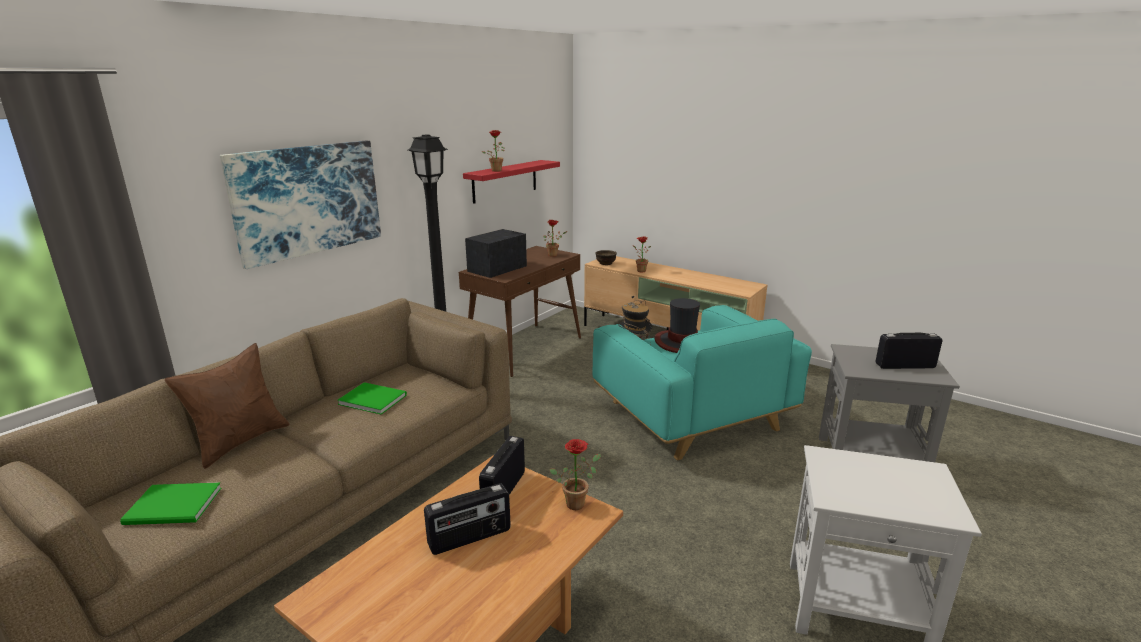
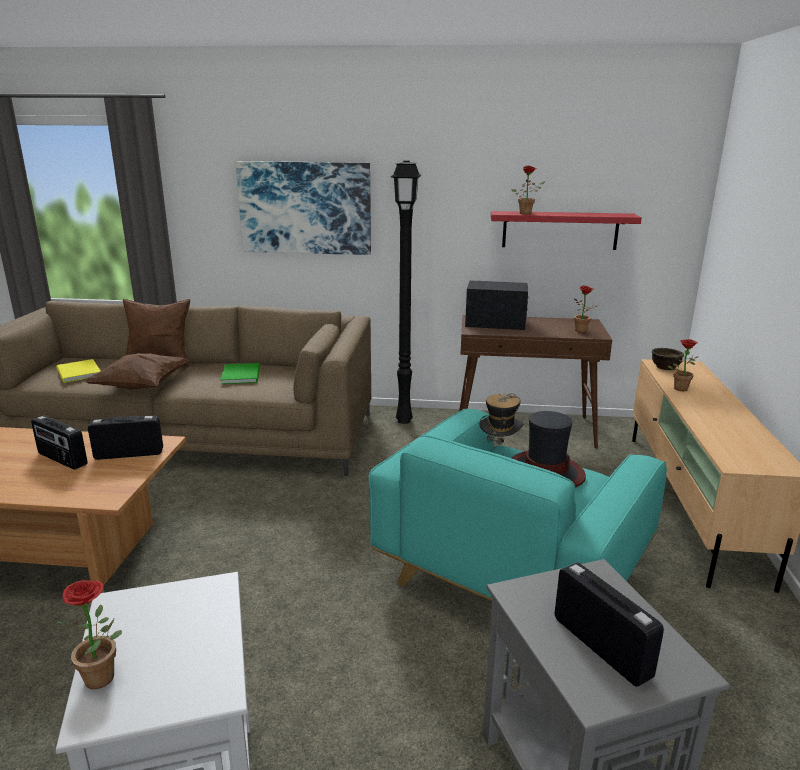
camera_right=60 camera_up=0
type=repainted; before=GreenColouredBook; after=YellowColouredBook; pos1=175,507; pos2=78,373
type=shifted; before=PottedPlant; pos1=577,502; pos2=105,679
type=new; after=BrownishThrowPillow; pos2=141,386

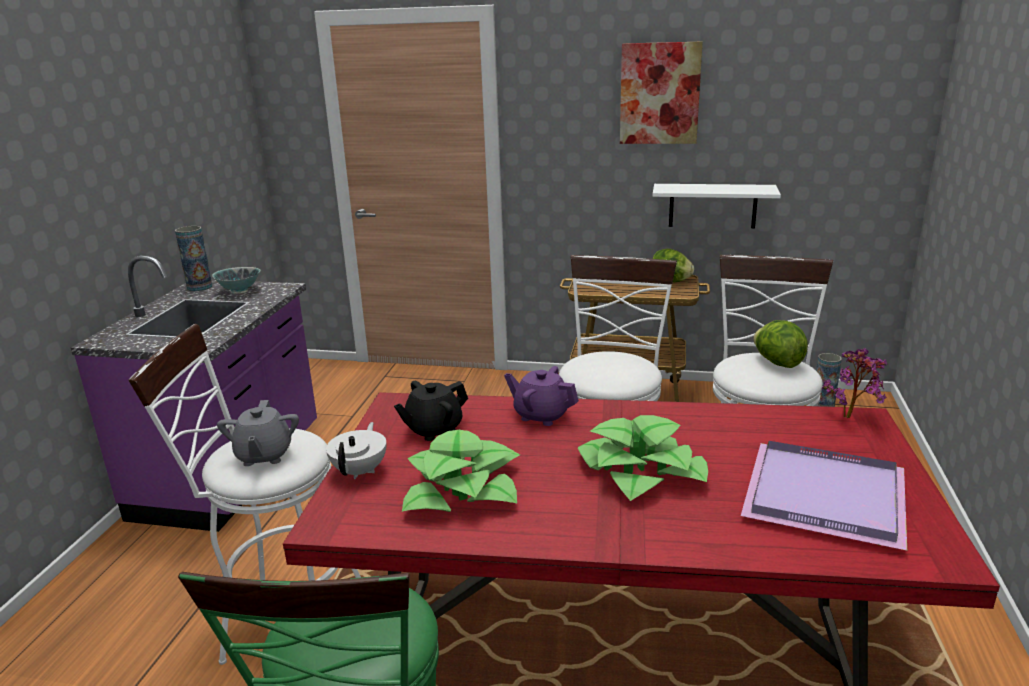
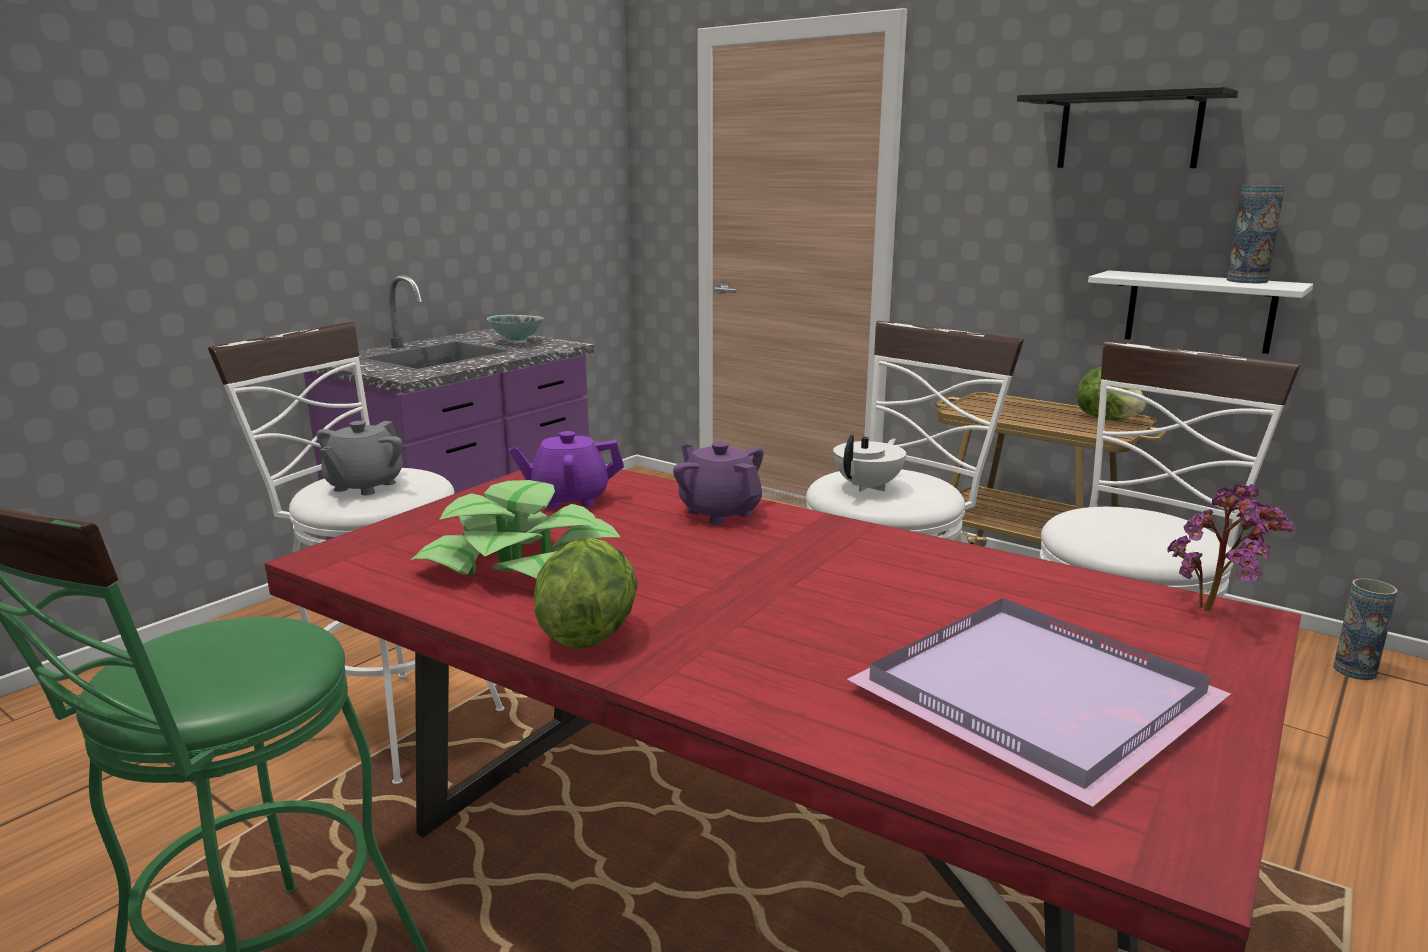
camera_right=25 camera_up=-5
type=repainted; before=BlackColouredPotForTea; after=PurplePotForTea; pos1=433,429; pos2=569,499
type=shifted; before=LettuceHead; pos1=777,363; pos2=588,633
type=shifted; before=WhitishPotForTea; pos1=360,471; pos2=868,487
type=swapped; before=WallArt; after=BlackColouredBracketShelf; pos1=659,93; pos2=1129,131
type=shifted; before=Vase; pos1=200,287; pos2=1246,281
type=gone; before=PottedPlant; pos1=641,472

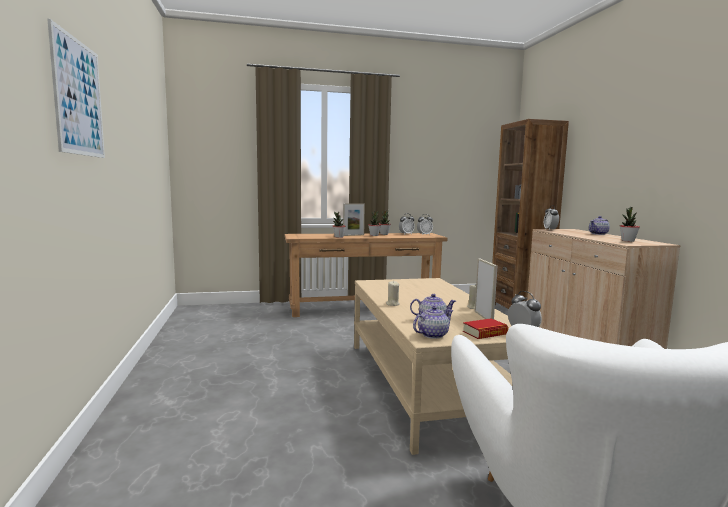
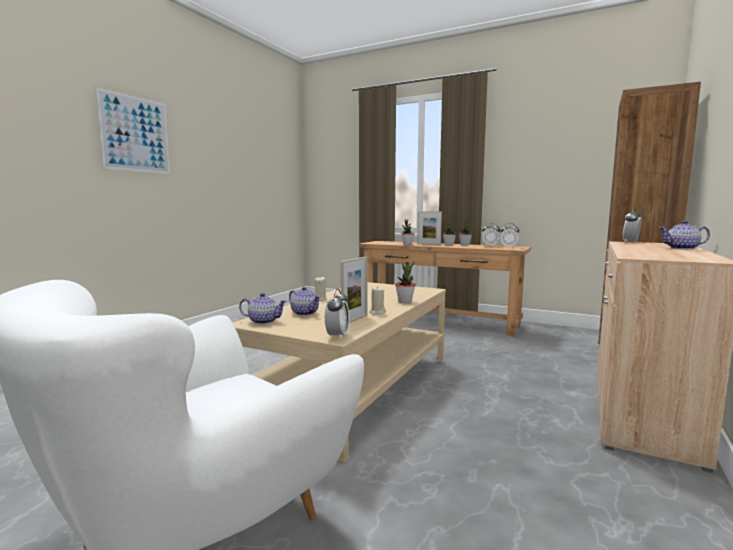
camera_right=40 camera_up=0
type=shifted; before=PottedPlant; pos1=627,241; pos2=405,301
type=gone; before=Book; pos1=485,333

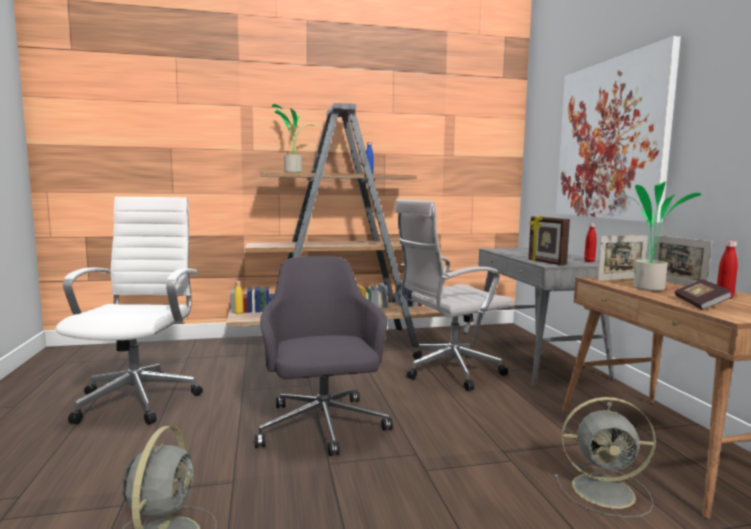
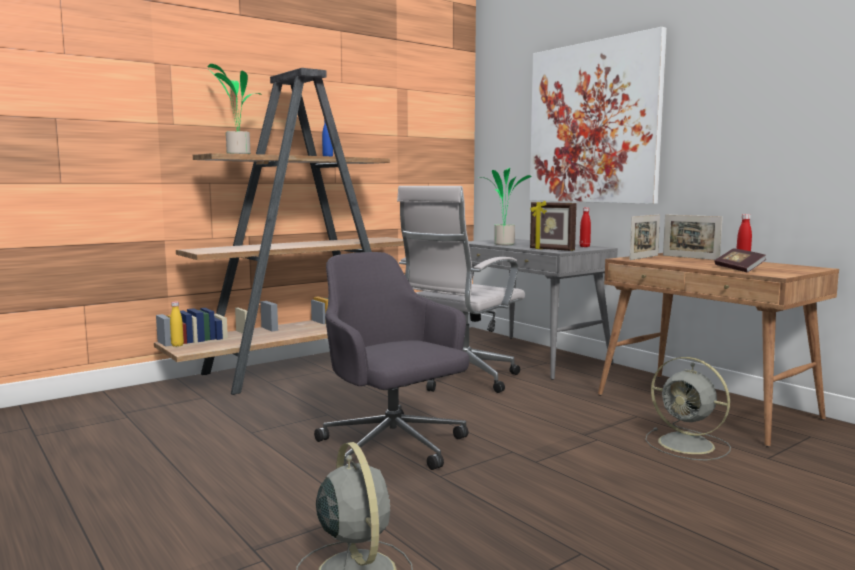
camera_right=-25 camera_up=0
type=shifted; before=PottedPlant; pos1=646,288; pos2=503,244
type=rotated; before=GrayElectricFan; pos1=606,491; pos2=688,445; turn=60
type=gone; before=WhitishComputerChair; pos1=139,399

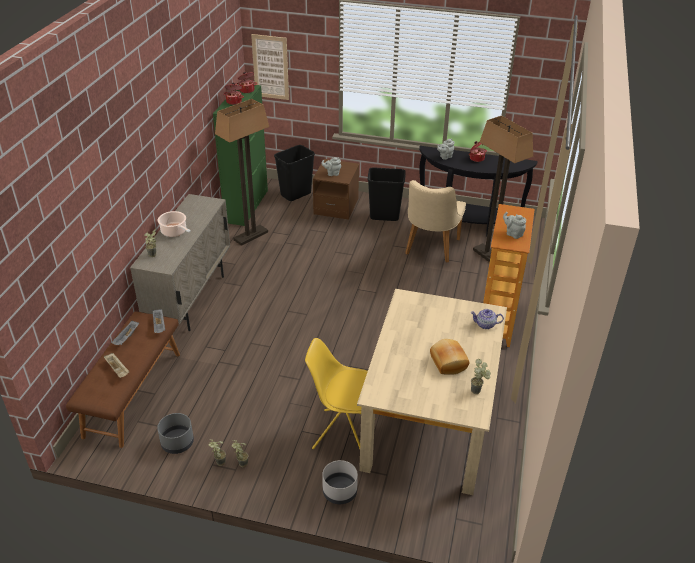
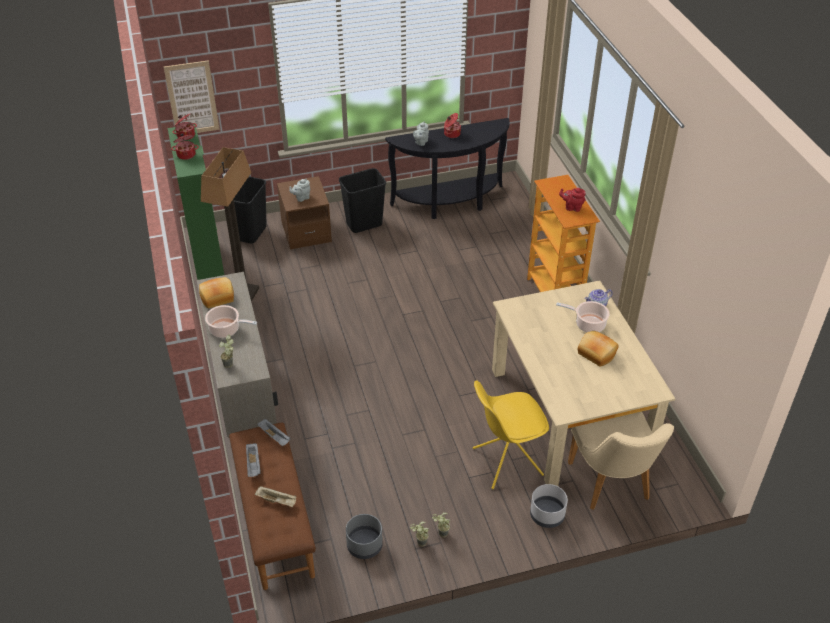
camera_right=-30 camera_up=5
type=new; after=BakeryBread; pos2=217,297
type=new; after=CookingPot; pos2=588,324
type=repainted; before=GrayPotForTea; after=ReddishPotForTea; pos1=513,234; pos2=572,207
type=shifted; before=BeigePlainChair; pos1=430,249; pos2=612,486
type=gone; before=PottedPlant; pos1=478,391
type=gone; before=StandingLamp; pos1=489,256

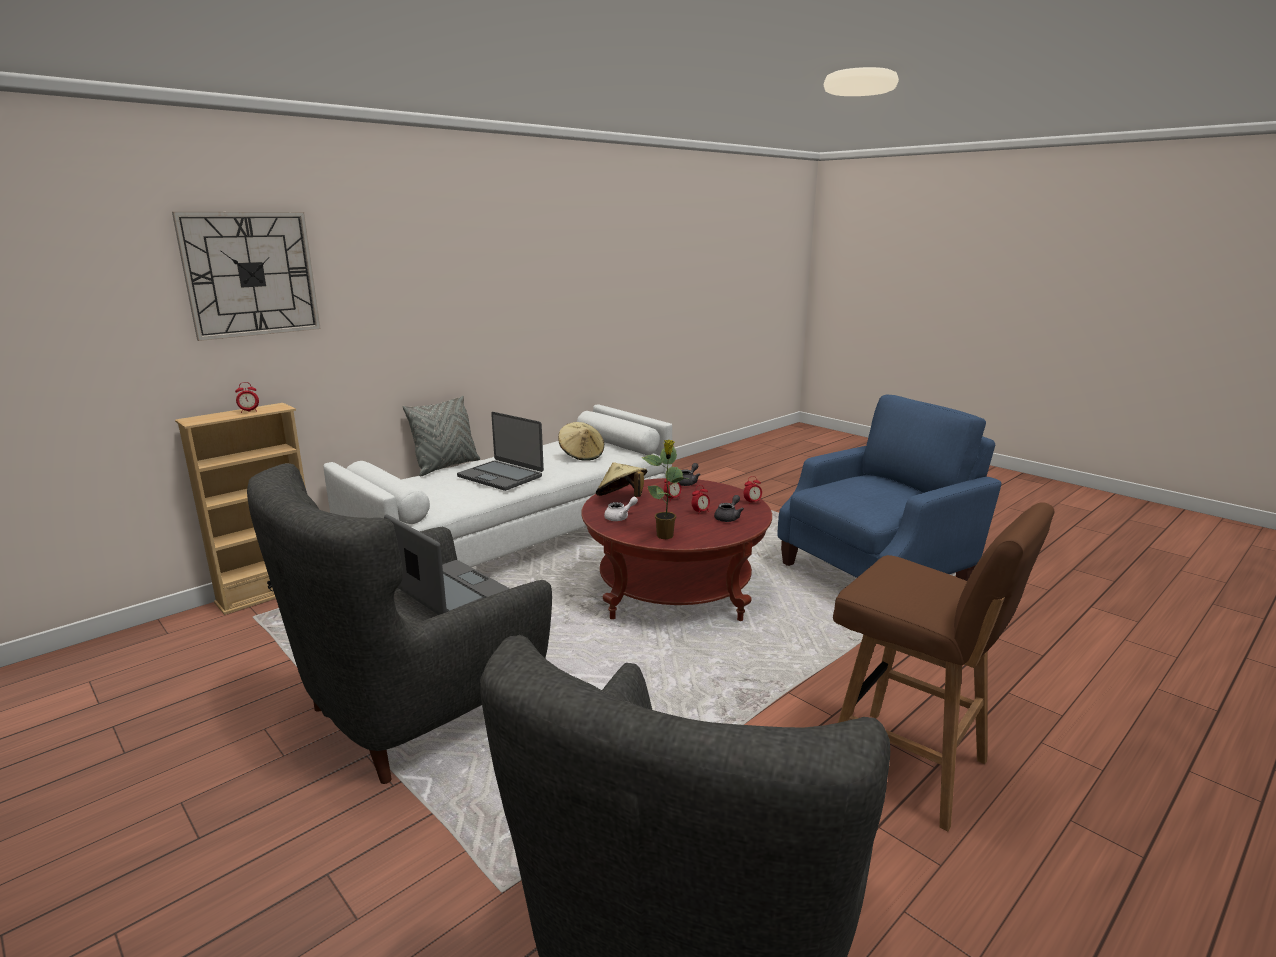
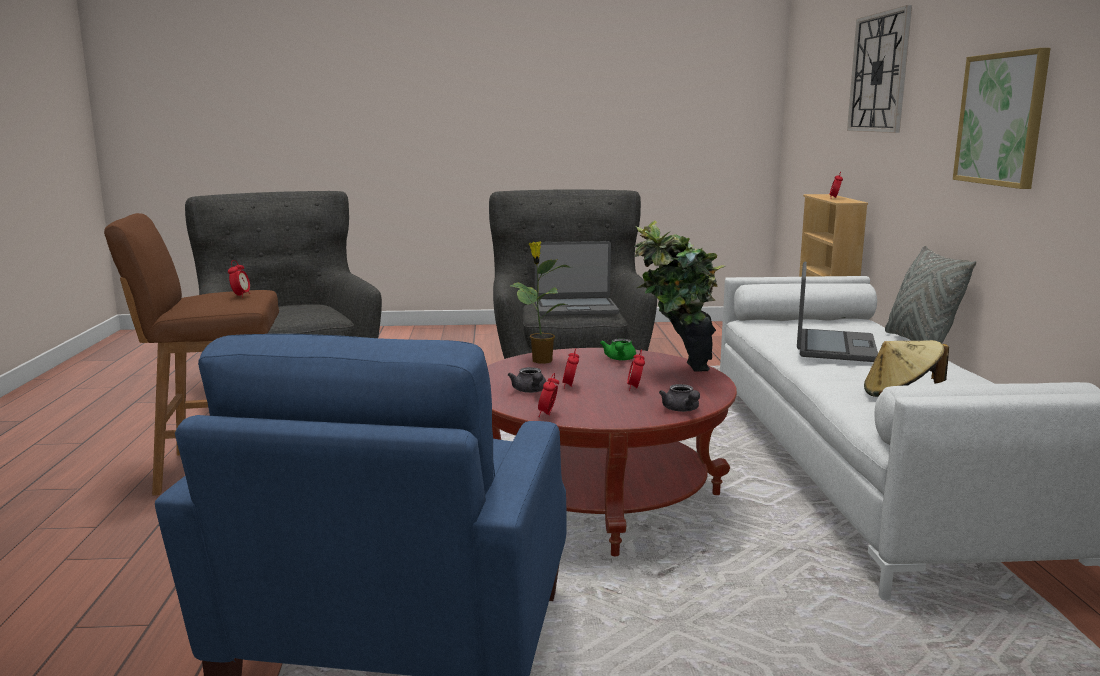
camera_right=130 camera_up=-5
type=new; after=AlarmClock; pos2=240,296
type=repainted; before=WhitishPotForTea; after=GreenColouredPotForTea; pos1=620,517; pos2=619,359
type=swapped; before=BeigeWearableHat; after=PottedPlant; pos1=621,498; pos2=675,371
type=rotated; before=Laptop; pos1=501,476; pos2=834,347; turn=120
type=new; after=WallArt; pos2=1001,119

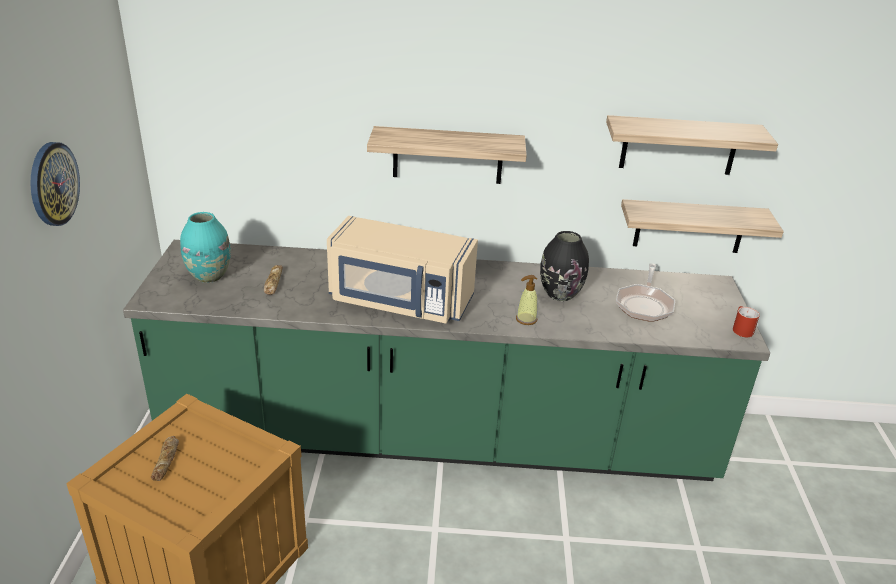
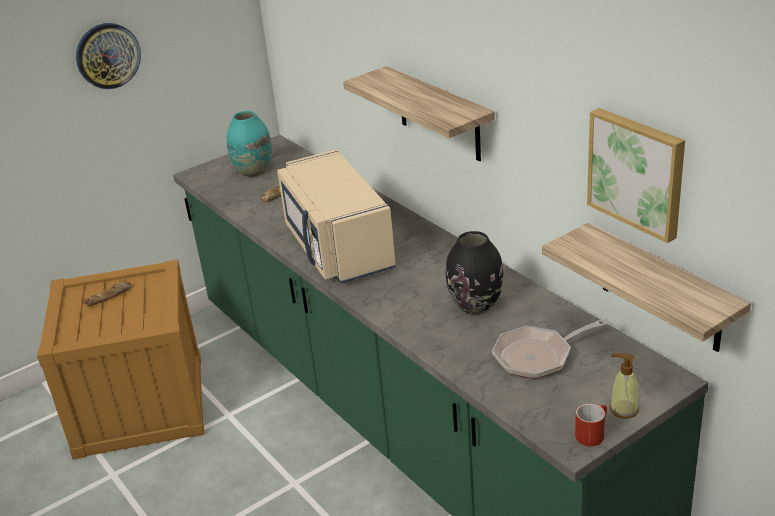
camera_right=55 camera_up=0
type=swapped; before=BracketShelf; after=WallArt; pos1=679,145; pos2=637,172
type=shifted; before=SoapBottle; pos1=526,319; pos2=623,409

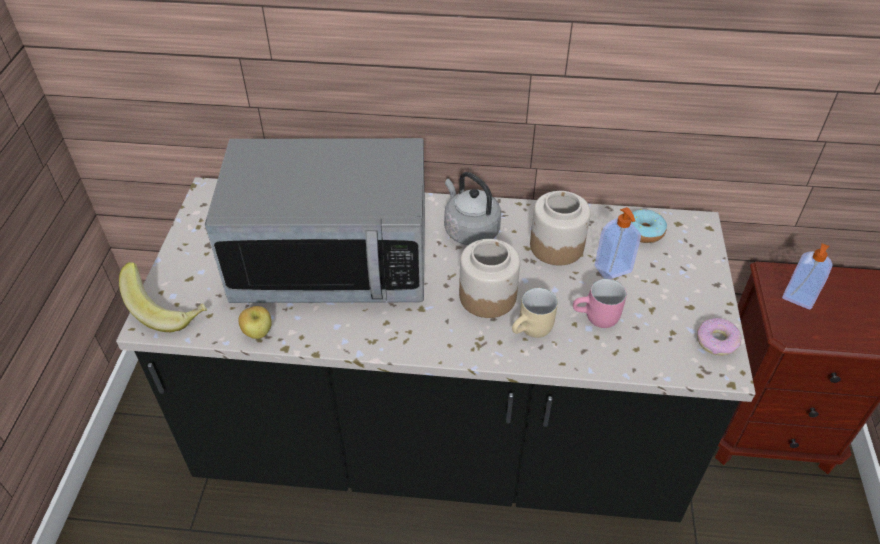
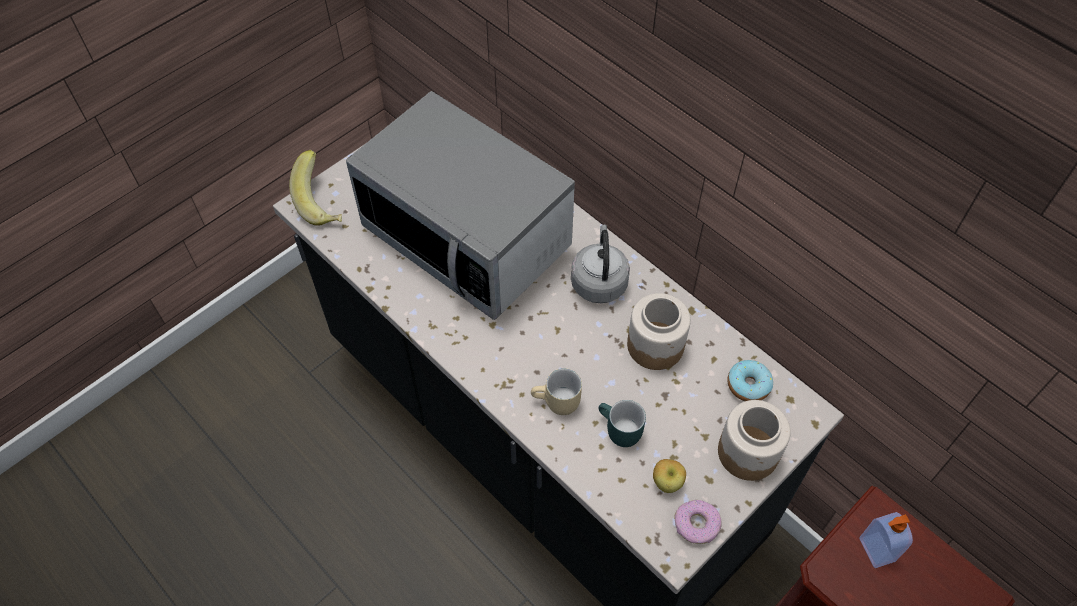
camera_right=40 camera_up=10
type=repainted; before=PinkColouredCoffeeMug; after=BlueGreenCoffeeMug; pos1=597,319; pos2=618,431
type=shifted; before=Apple; pos1=258,333; pos2=667,482
type=shifted; before=Jar; pos1=488,296; pos2=748,452
type=gone; before=SoapBottle; pos1=613,270

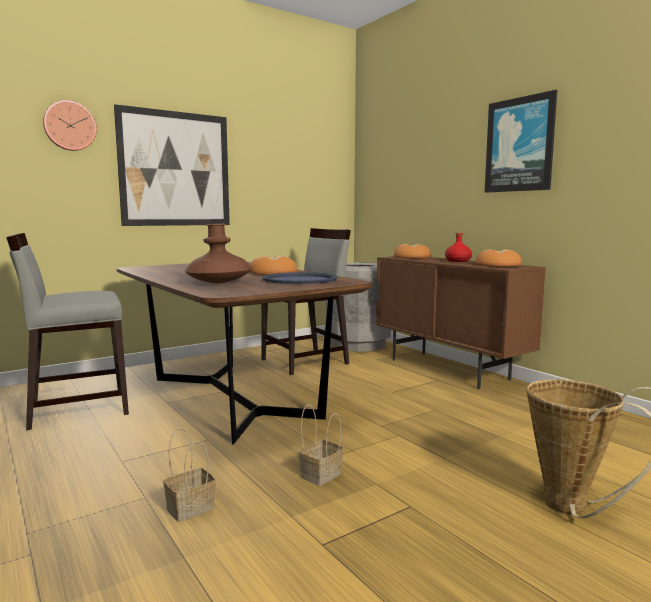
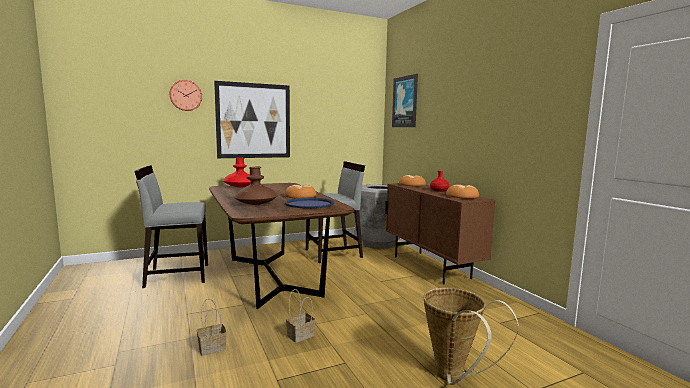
camera_right=10 camera_up=0
type=new; after=ReddishVase; pos2=240,187
type=shifted; before=WallArt; pos1=520,145; pos2=405,102

